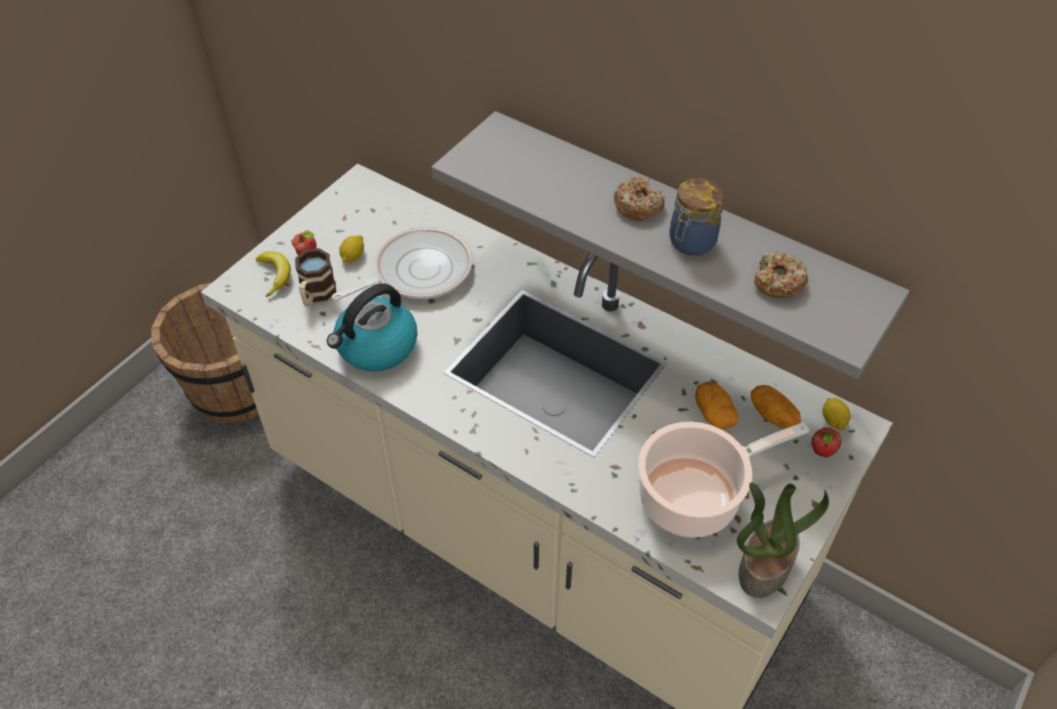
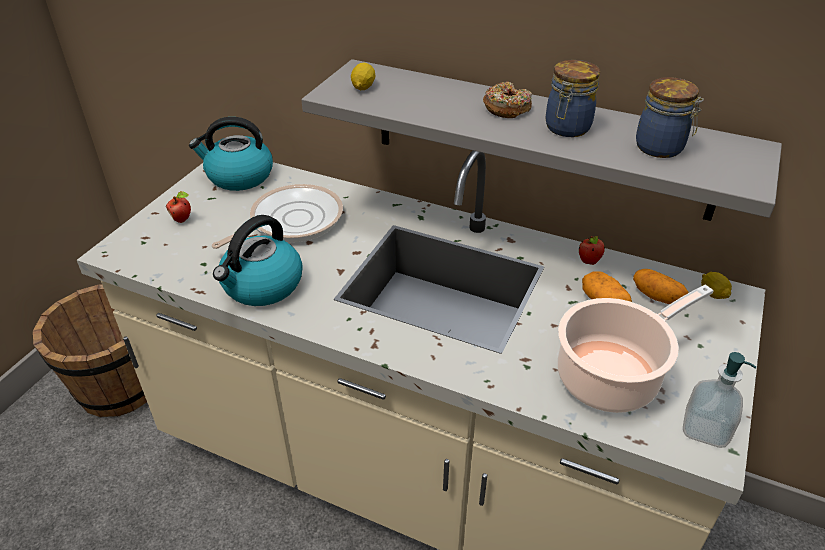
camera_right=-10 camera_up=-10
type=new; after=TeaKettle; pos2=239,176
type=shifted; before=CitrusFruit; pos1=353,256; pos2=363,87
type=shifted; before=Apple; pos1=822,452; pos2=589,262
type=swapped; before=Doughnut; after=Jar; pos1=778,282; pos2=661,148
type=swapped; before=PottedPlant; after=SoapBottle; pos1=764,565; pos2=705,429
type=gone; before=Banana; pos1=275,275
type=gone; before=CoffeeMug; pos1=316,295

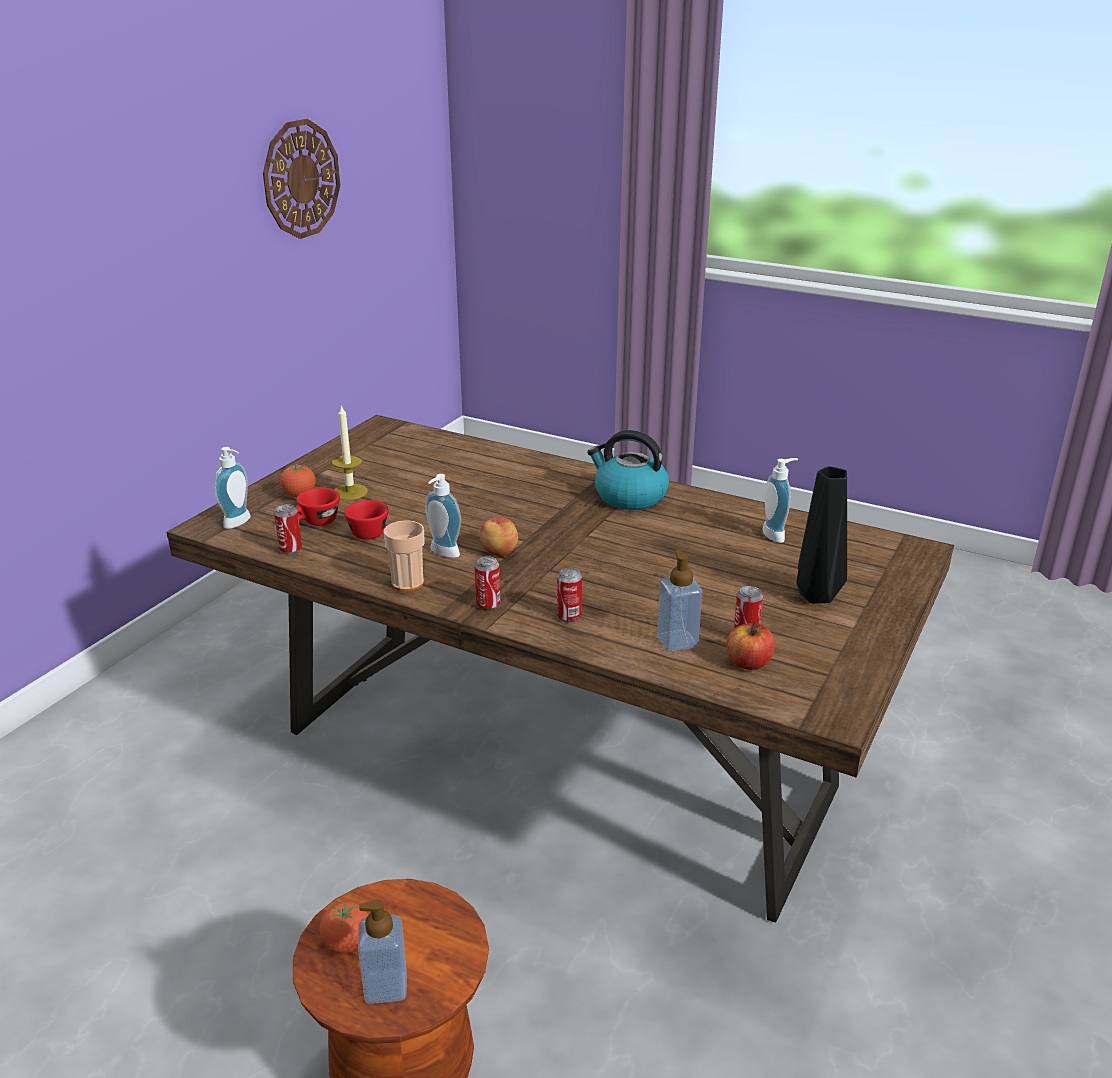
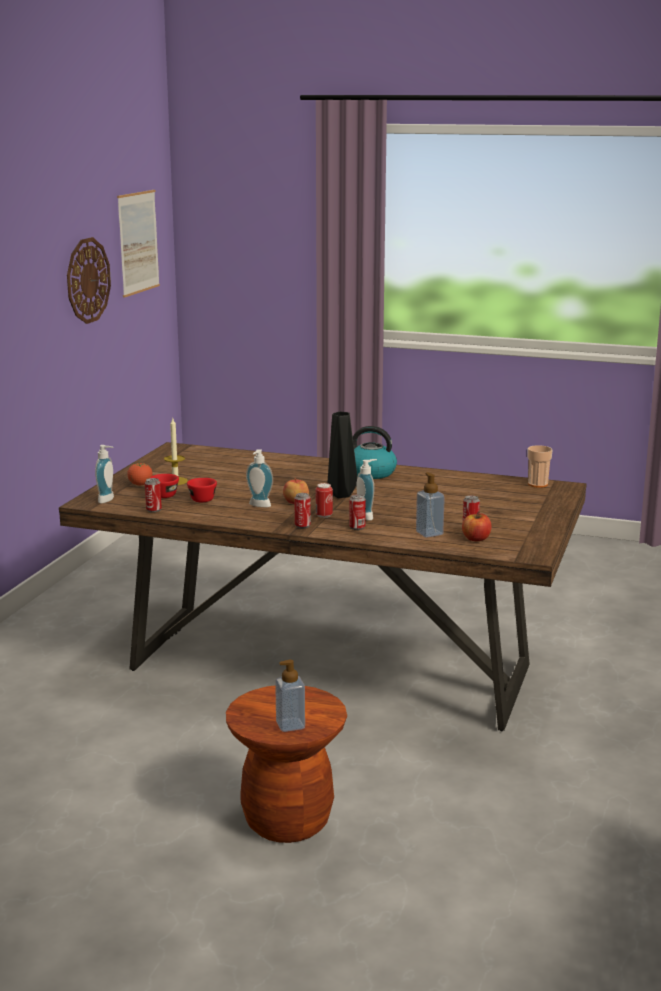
camera_right=-10 camera_up=-10
type=new; after=WallArt; pos2=138,242
type=new; after=Can; pos2=324,515
type=shifted; before=BlackColouredVase; pos1=814,596; pos2=340,495
type=shifted; before=SoapBottle; pos1=777,534; pos2=367,516
type=shifted; before=SmallCup; pos1=407,583; pos2=537,484
type=gone; before=FreshTomato; pos1=347,943

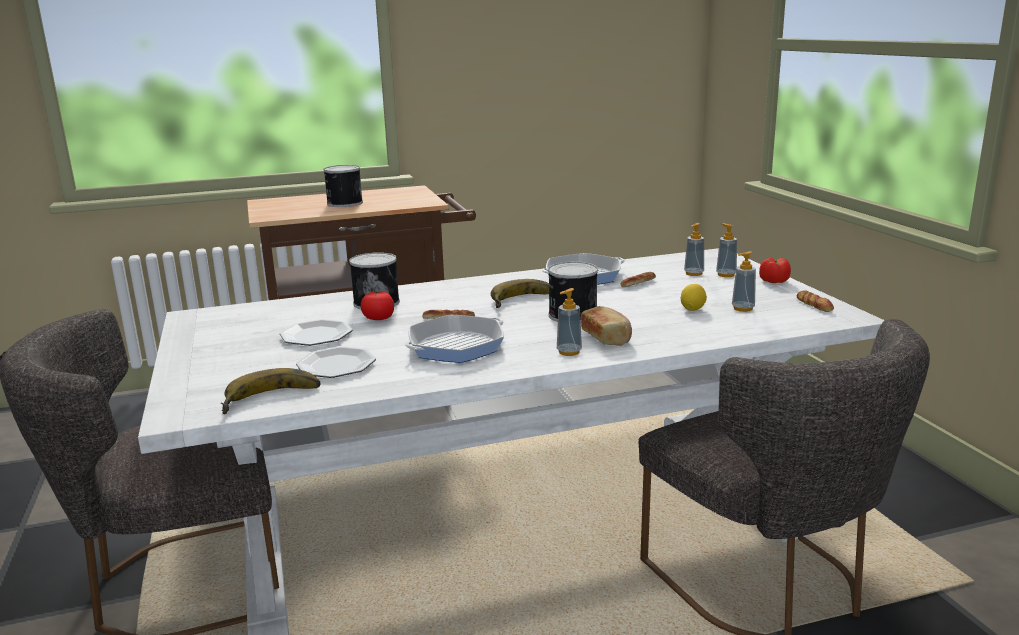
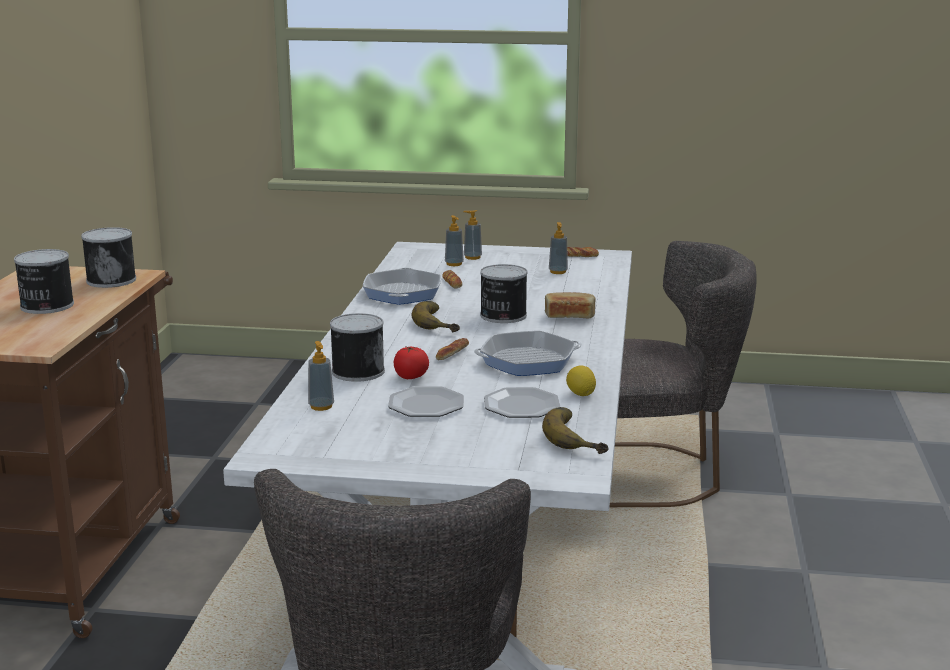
camera_right=-65 camera_up=0
type=new; after=Can; pos2=112,280
type=shifted; before=SoapBottle; pos1=569,352; pos2=321,406
type=rotated; before=FryingPan; pos1=456,346; pos2=528,361; turn=90
type=shifted; before=CitrusFruit; pos1=692,309; pos2=580,394
type=gone; before=FreshTomato; pos1=773,281

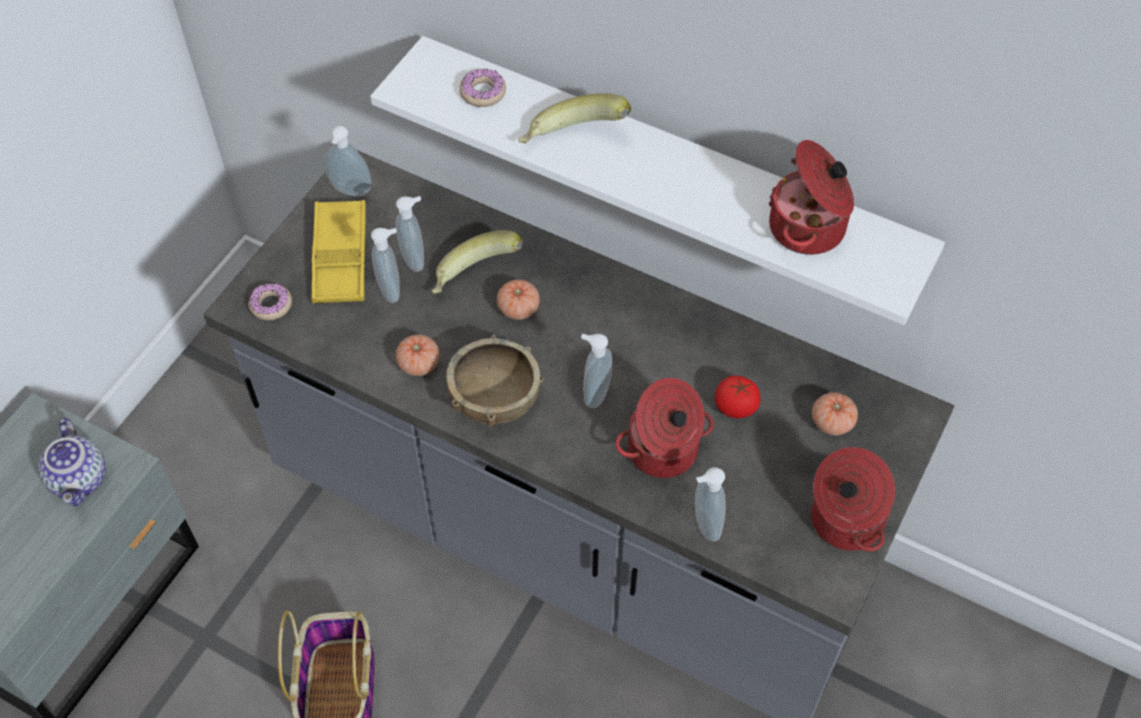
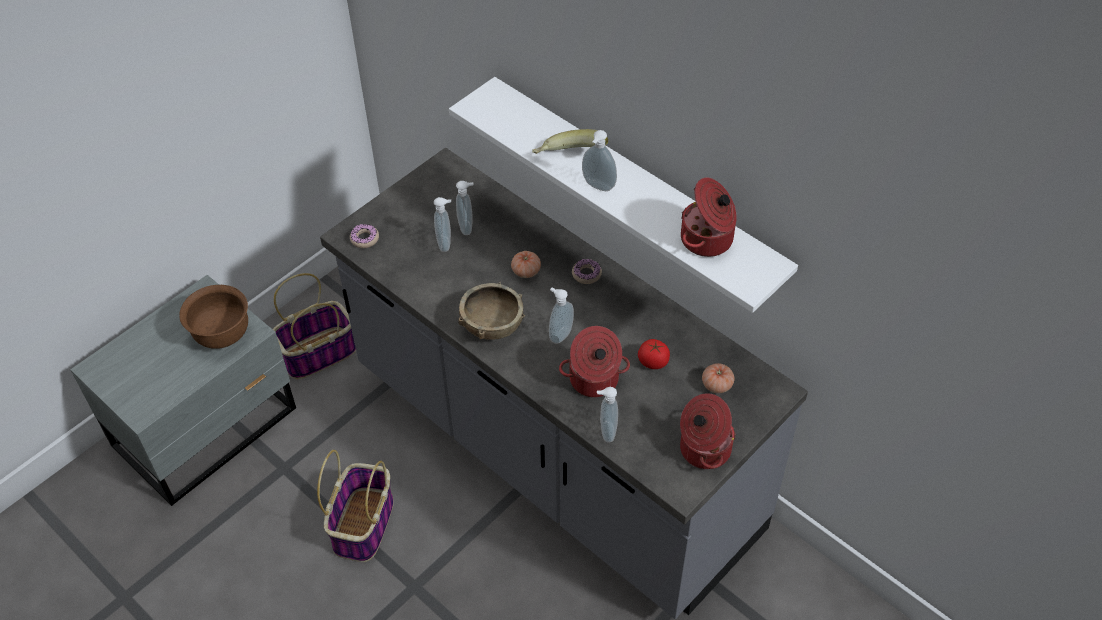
camera_right=15 camera_up=-5
type=swapped; before=PotForTea; after=BrownishBowl; pos1=81,479; pos2=222,335
type=new; after=Basket; pos2=319,353
type=shifted; before=Doughnut; pos1=483,93; pos2=586,274
type=shifted; before=SoapBottle; pos1=350,192; pos2=597,186
type=gone; before=YellowColouredCarryingTray; pos1=340,257
type=gone; before=FreshTomato; pos1=419,364
type=gone; before=Banana; pos1=476,279

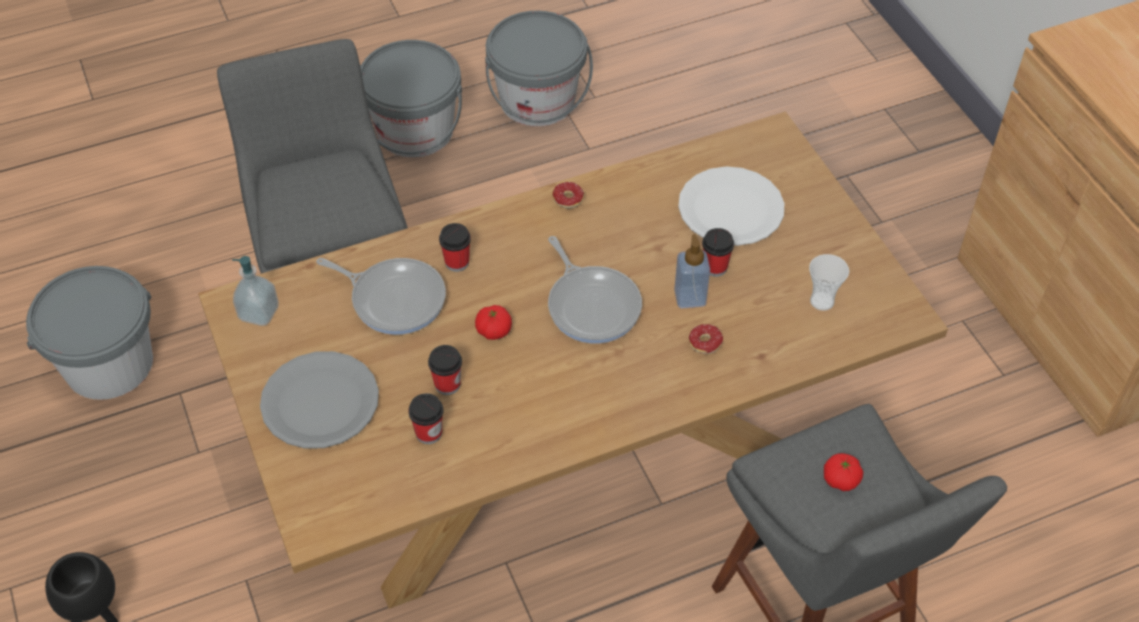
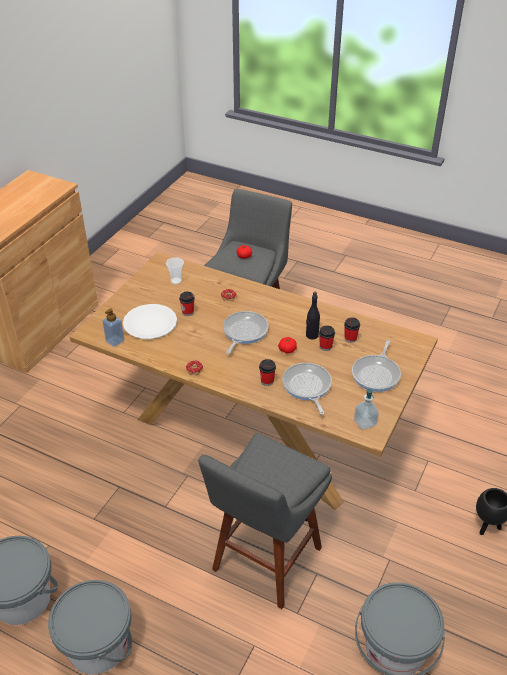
camera_right=-130 camera_up=-10
type=shifted; before=SoapBottle; pos1=690,297; pos2=115,341
type=new; after=BlackColouredDrinkBottle; pos2=311,335
type=swapped; before=GrayPlate; after=FryingPan; pos1=320,402; pos2=376,374

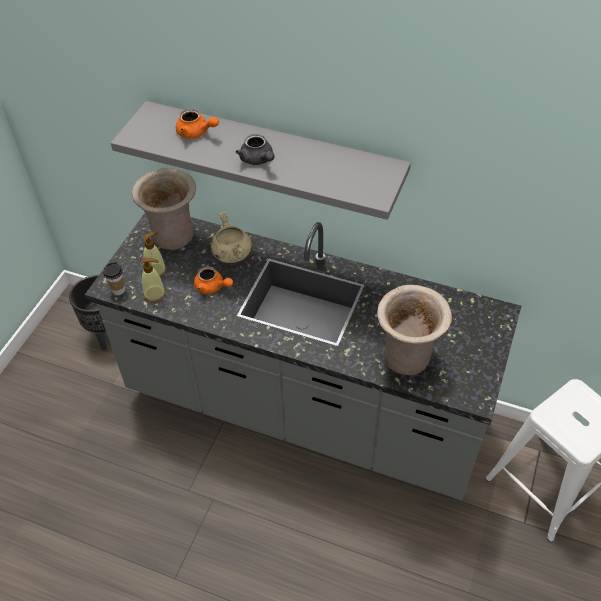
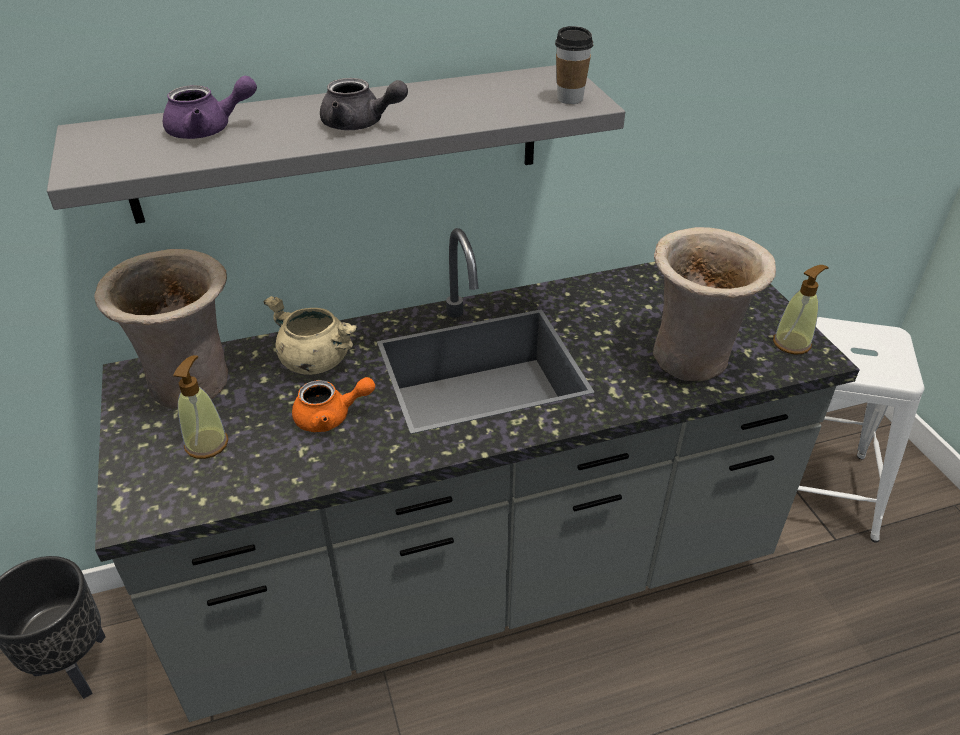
camera_right=-40 camera_up=-10
type=repainted; before=OrangePotForTea; after=PurplePotForTea; pos1=196,133; pos2=209,130
type=shifted; before=SmallCup; pos1=118,290; pos2=570,99
type=shifted; before=SoapBottle; pos1=155,294; pos2=792,343

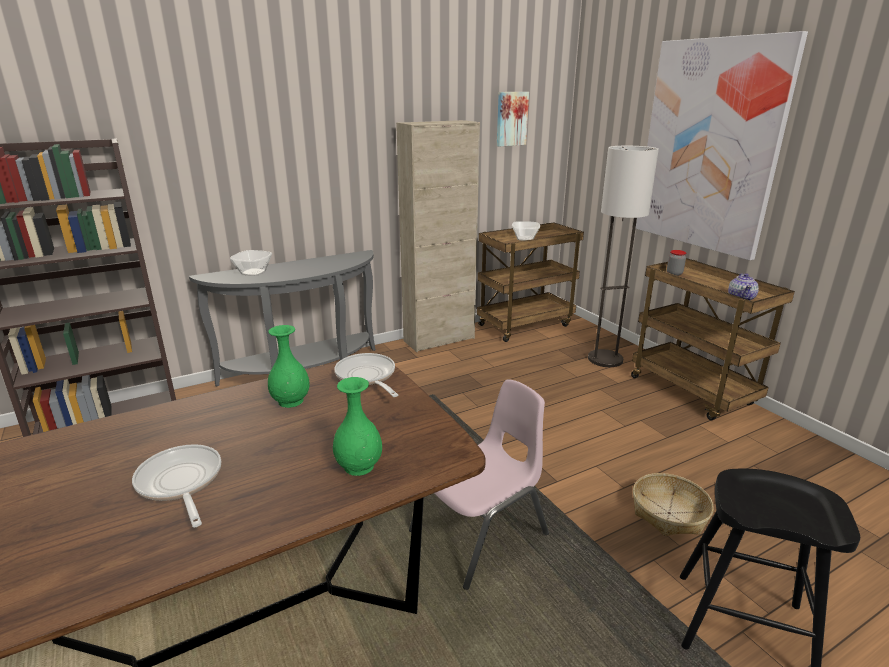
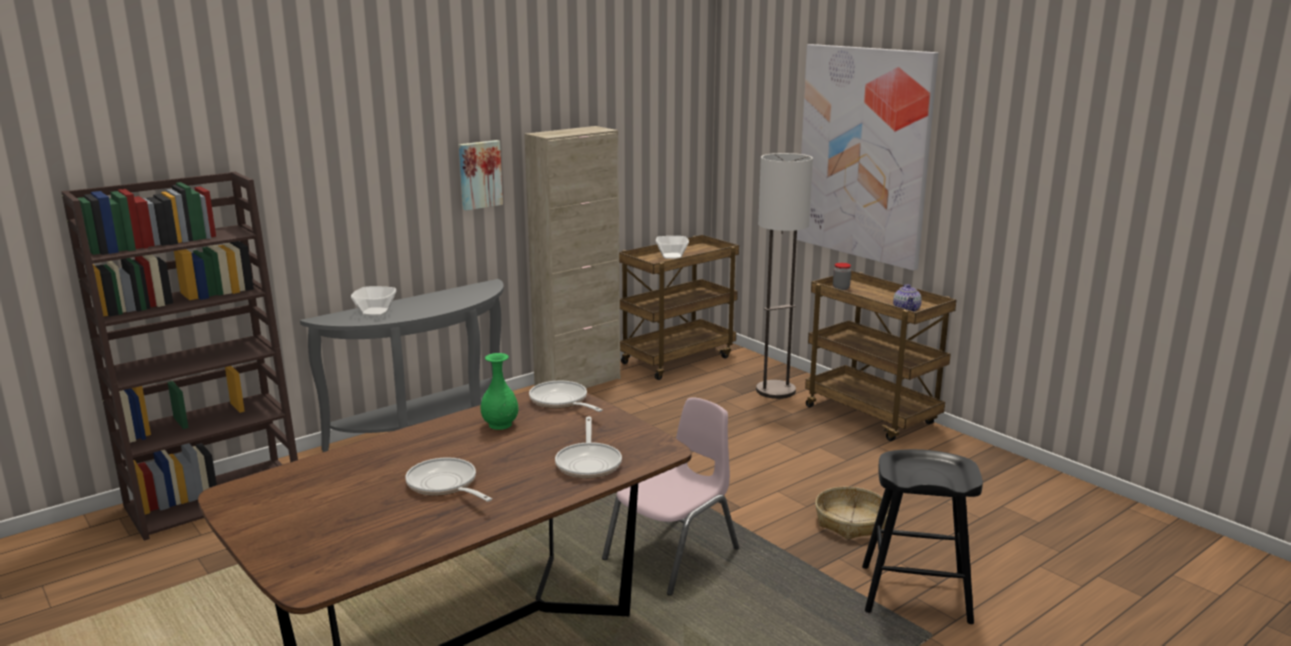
camera_right=-10 camera_up=-5
type=shifted; before=WallArt; pos1=511,119; pos2=479,174
type=swapped; before=GreenColouredVase; after=FryingPan; pos1=359,466; pos2=589,463

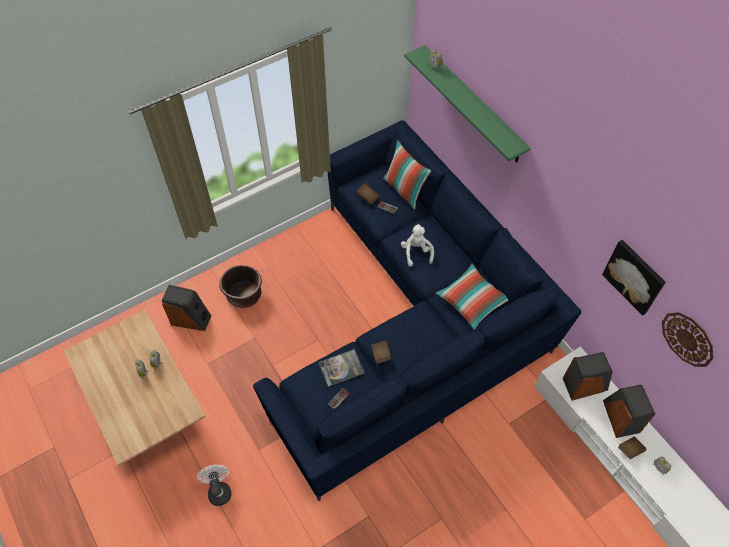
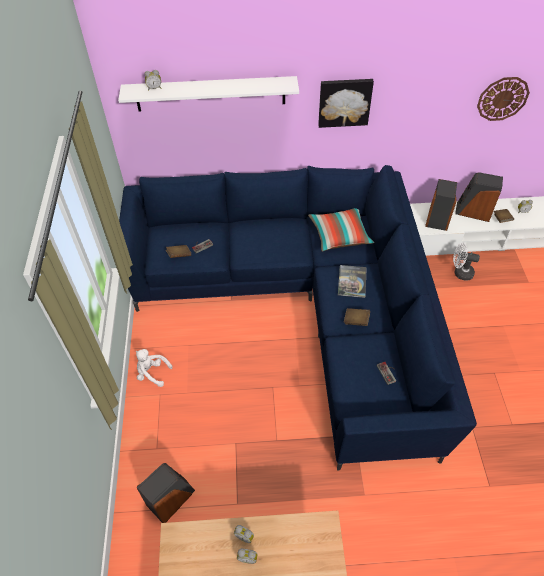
camera_right=-60 camera_up=-5
type=repainted; before=GreenColouredBracketShelf; after=WhitishBracketShelf; pos1=473,105; pos2=210,94
type=shifted; before=WhitishCuddlyToy; pos1=416,252; pos2=152,373
type=shifted; before=WallArt; pos1=634,276; pos2=344,102
type=shifted; before=Book; pos1=341,368; pos2=352,281
type=shifted; before=WhitishElectricFan; pos1=219,490; pos2=460,273
type=gone; before=BrownishFlowerPot; pos1=244,295
type=gone; before=ThrowPillow; pos1=405,190

